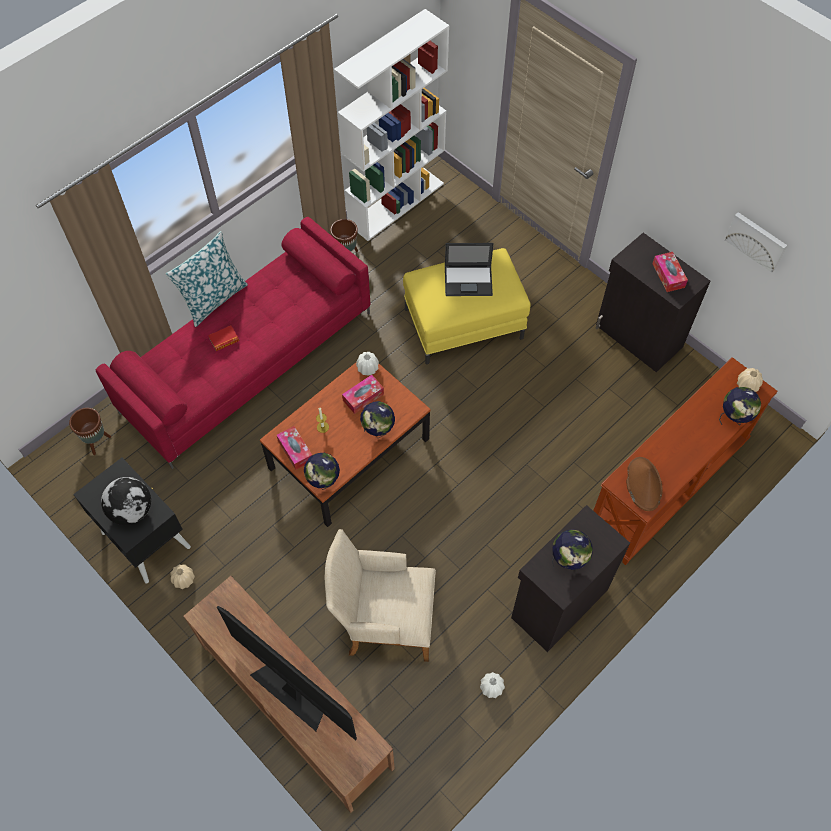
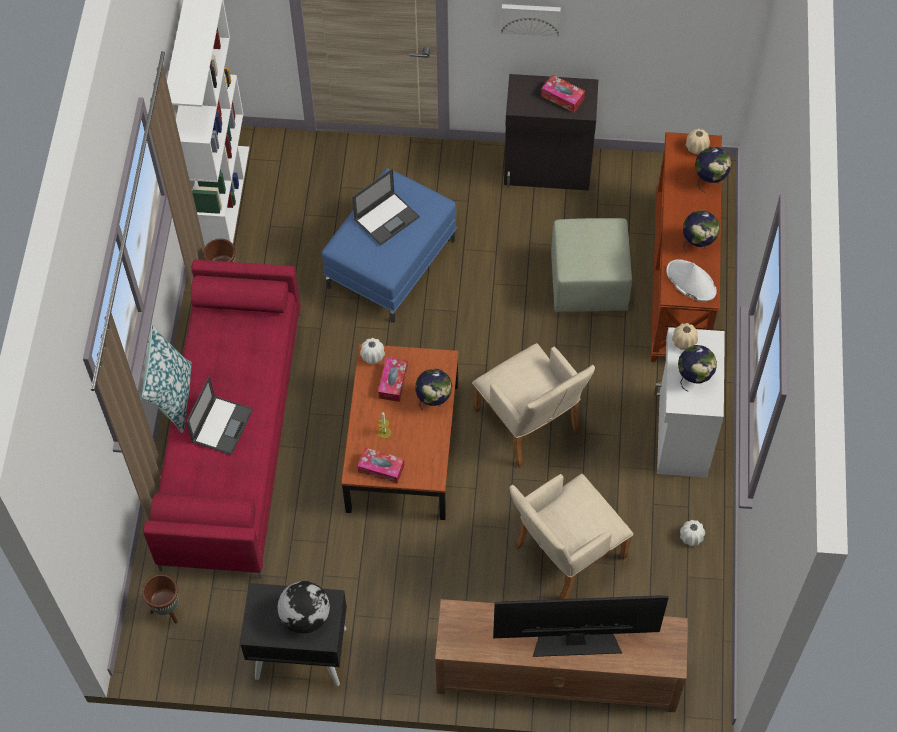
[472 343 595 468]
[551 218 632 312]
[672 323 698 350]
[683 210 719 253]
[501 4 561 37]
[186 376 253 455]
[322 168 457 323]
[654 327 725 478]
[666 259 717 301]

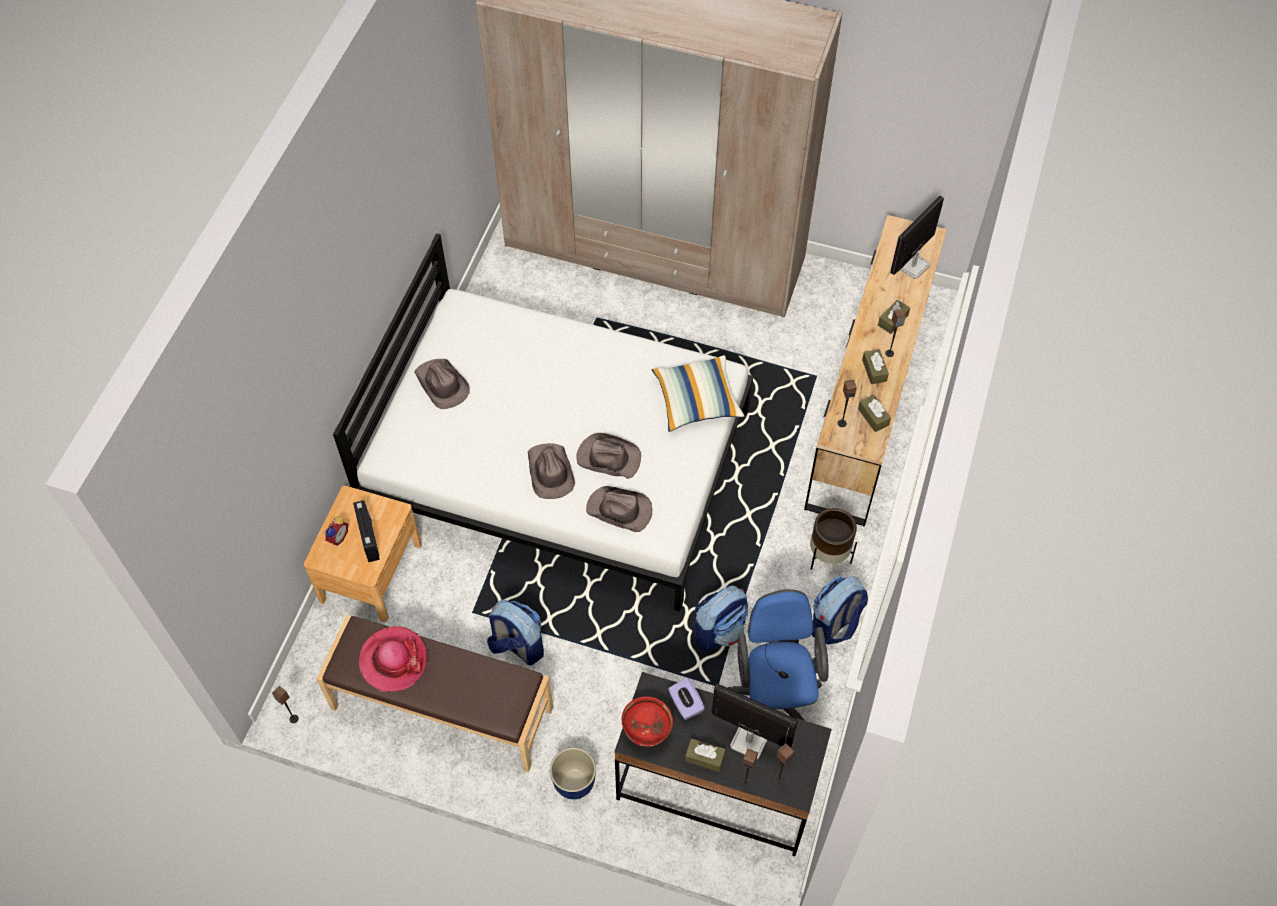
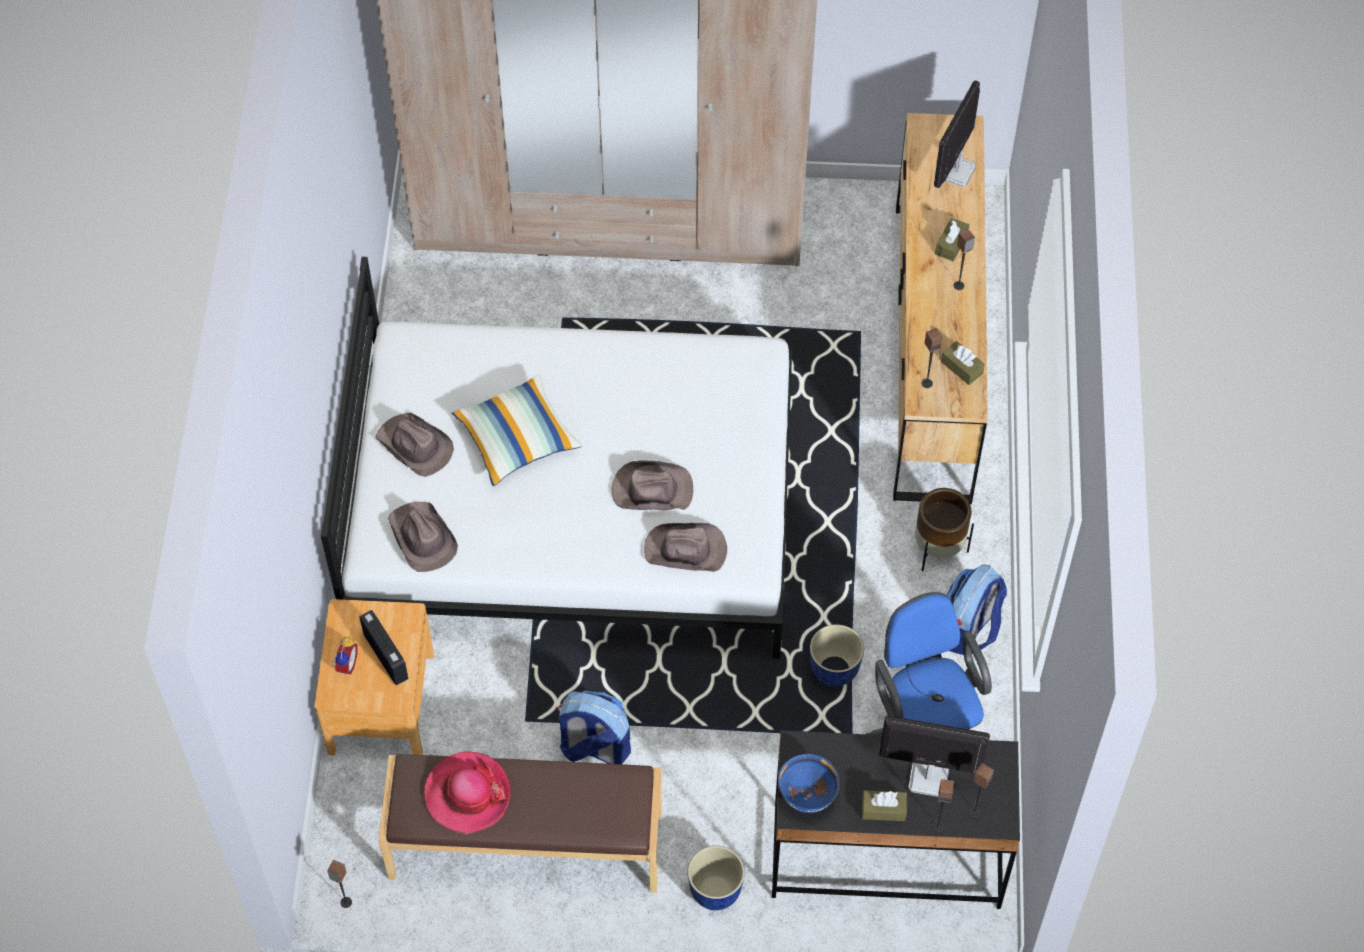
[668 677 705 720] (first image)
[862 349 889 384] (first image)
[388 502 458 572]
[452 375 582 486]
[810 624 864 687]
[778 754 840 813]

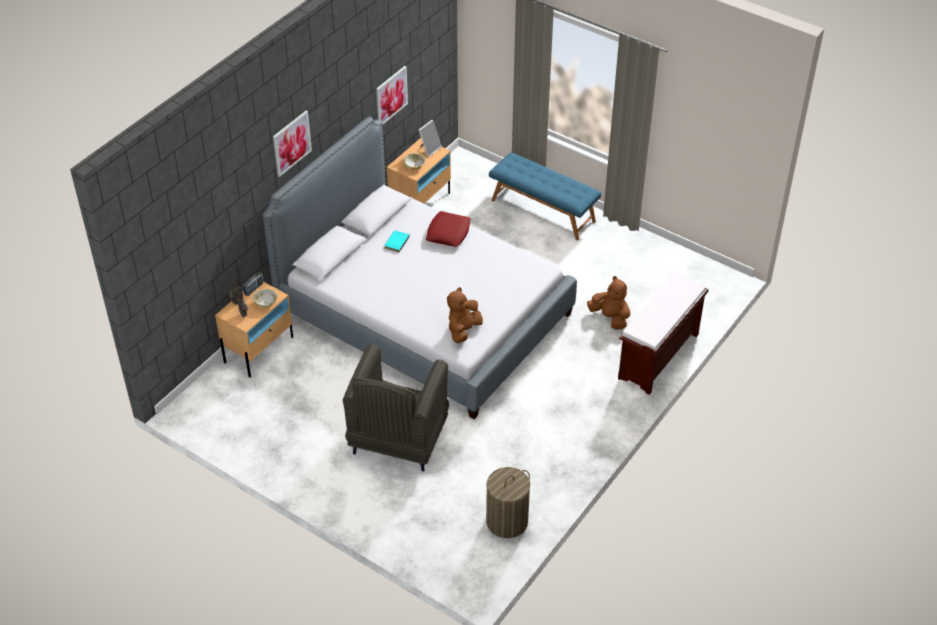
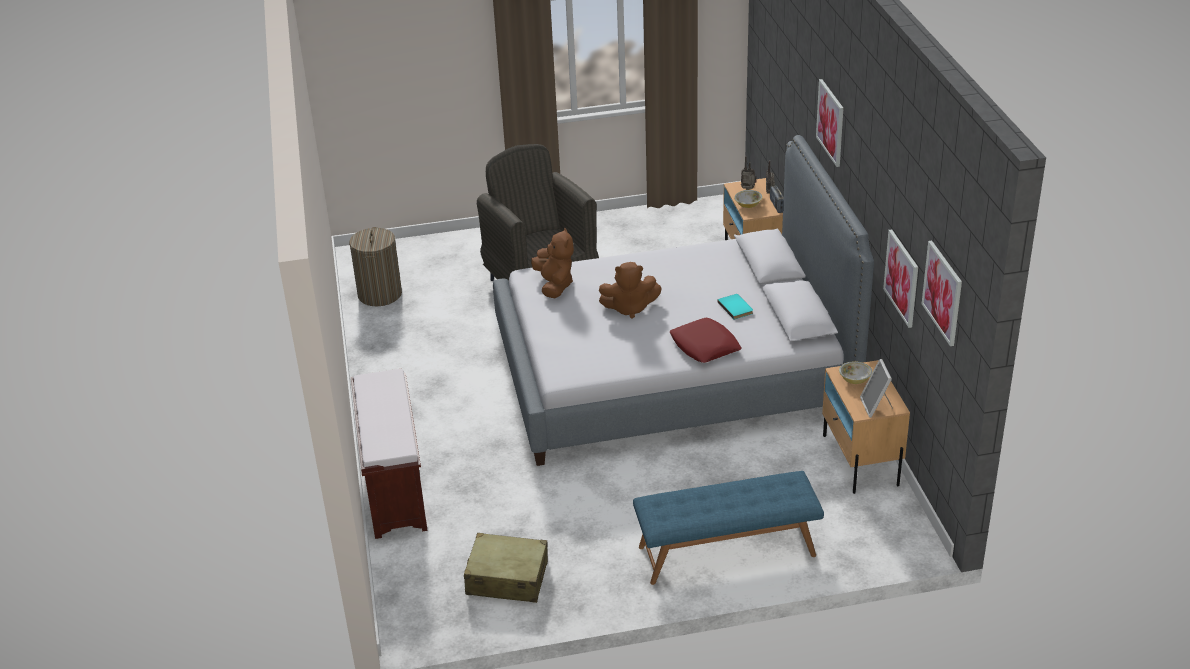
[464 533 548 603]
[922 241 962 346]
[599 262 662 319]

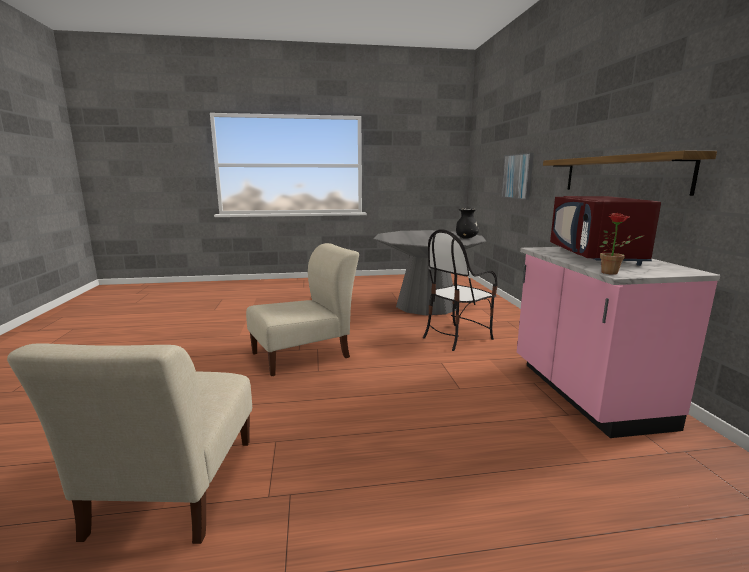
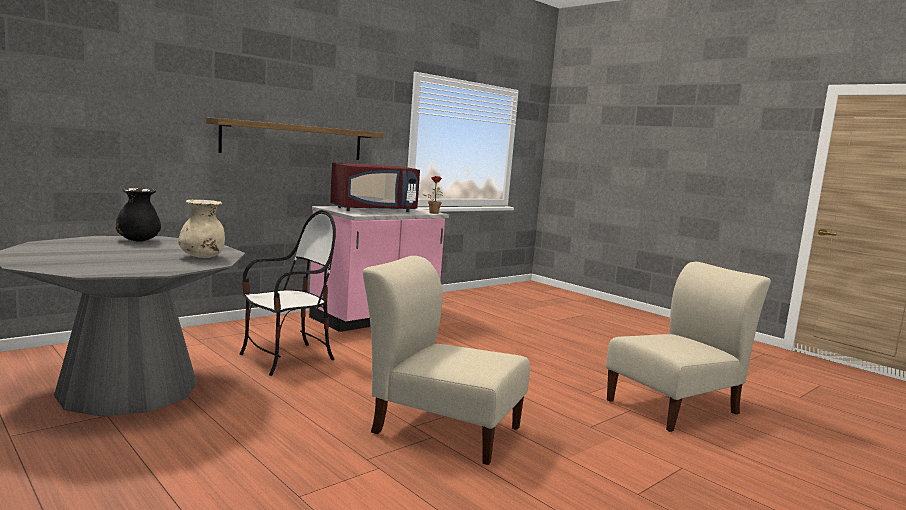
[501 153 534 200] (first image)
[178 200 225 258]
[240 210 336 376]

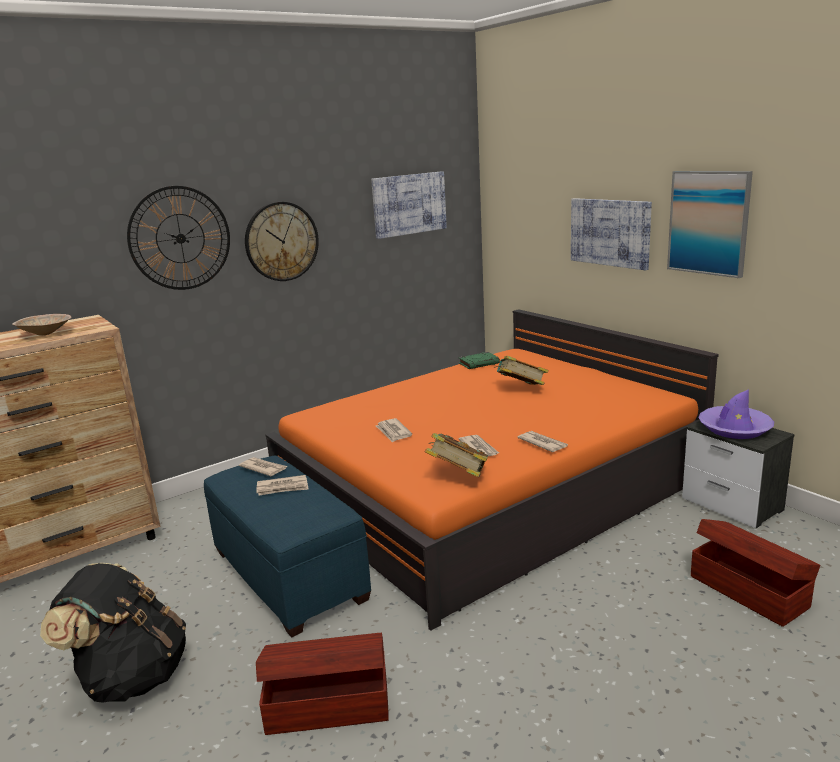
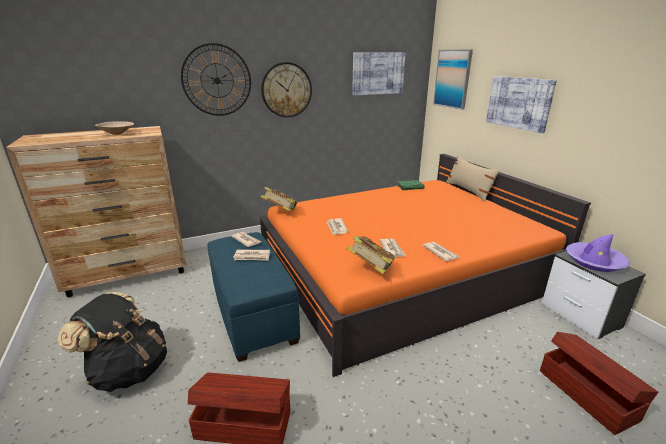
[446 156 500 202]
[261 187 297 211]
[433 49 473 110]

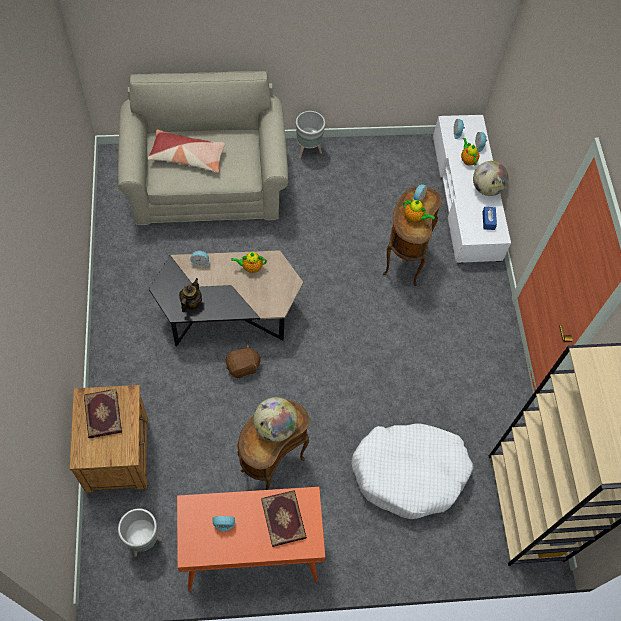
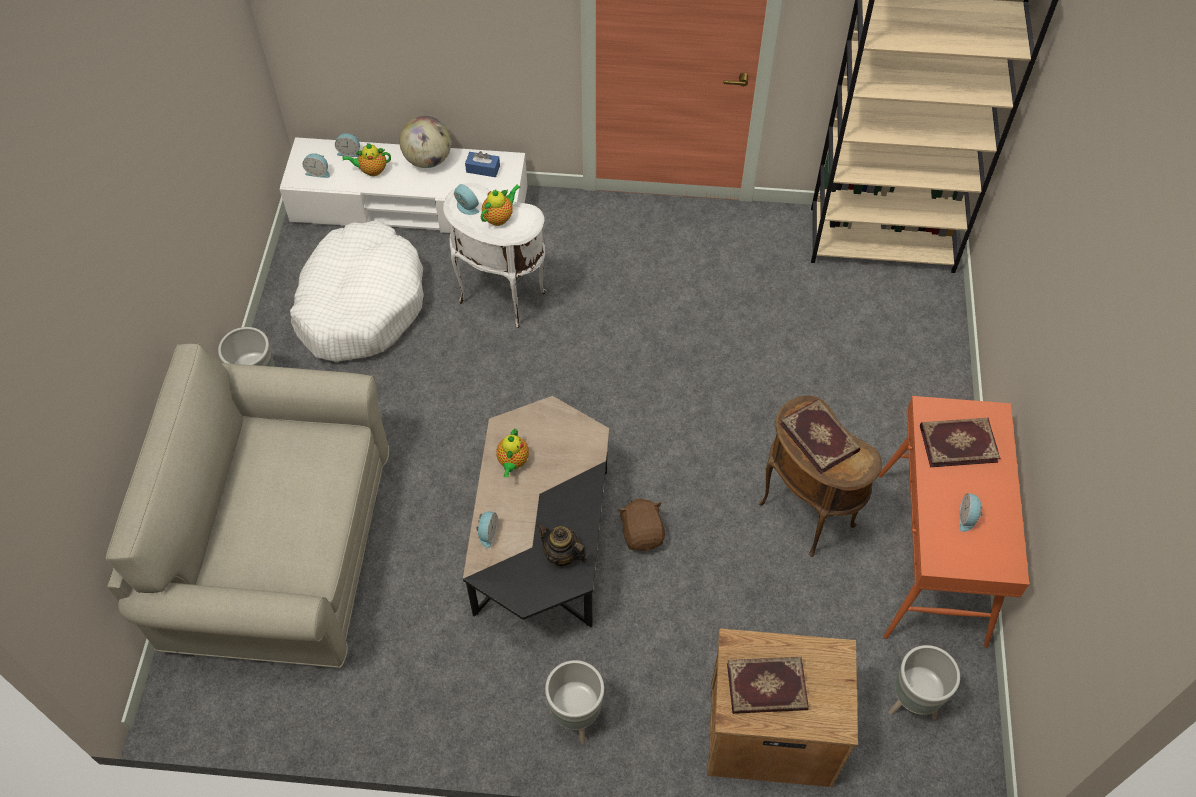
[148 129 225 173] (first image)
[545 660 604 744]
[290 220 423 362]
[780 399 861 474]
[443 183 546 328]

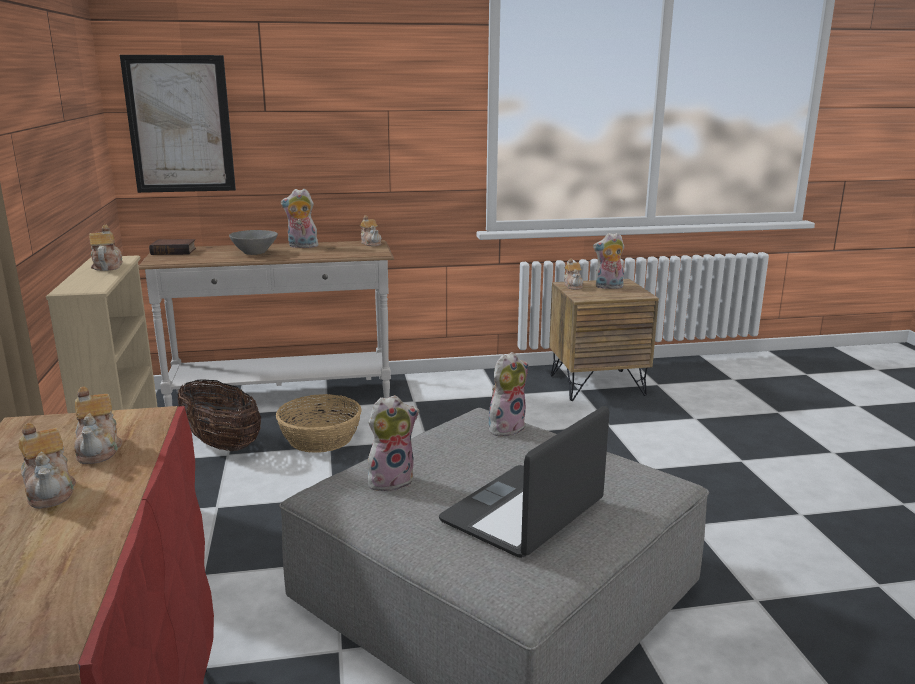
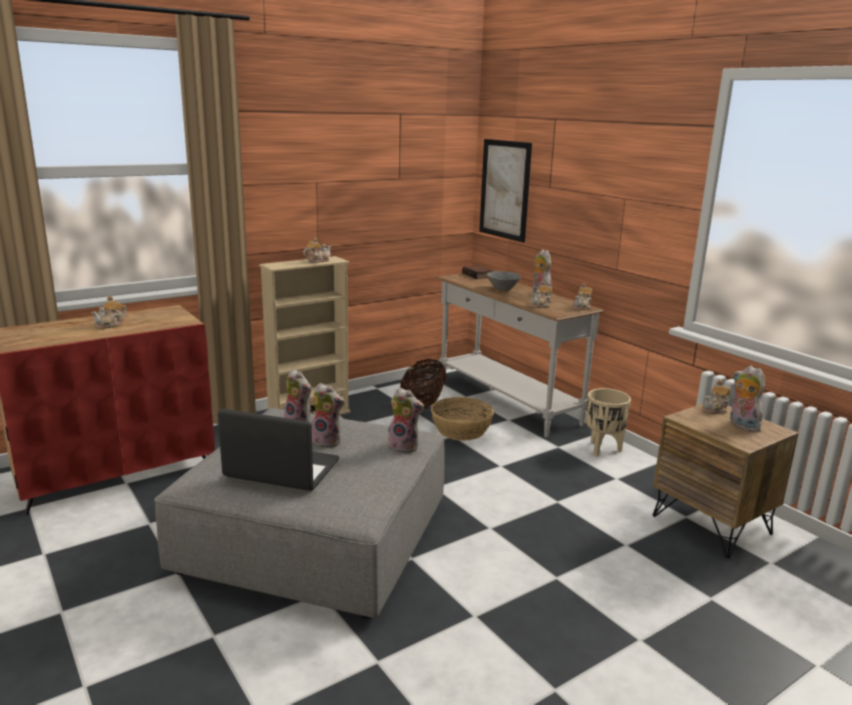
[311 383 345 448]
[586 388 631 456]
[531 281 552 308]

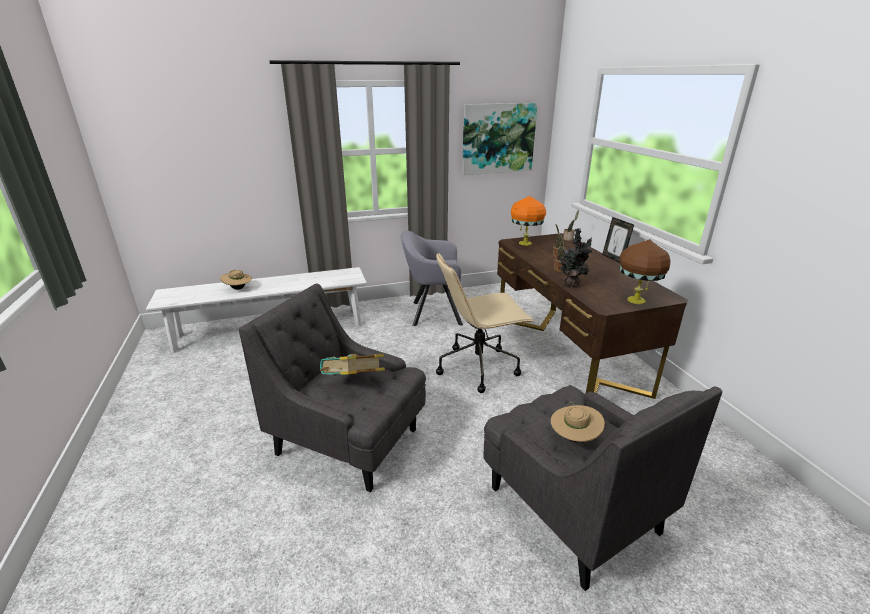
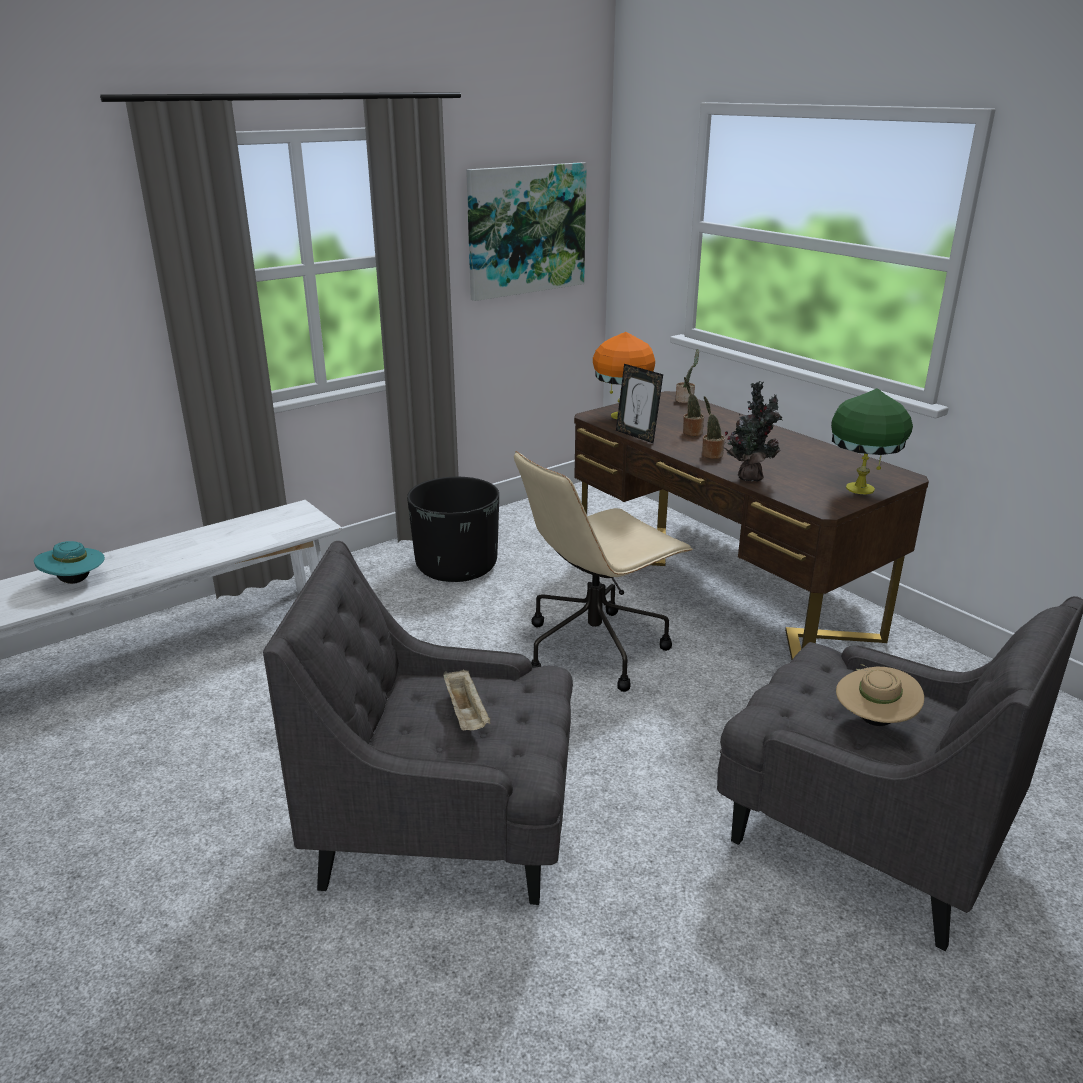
[616 364 663 444]
[443 670 490 731]
[407 477 499 582]
[34 541 105 584]
[831 388 913 494]

